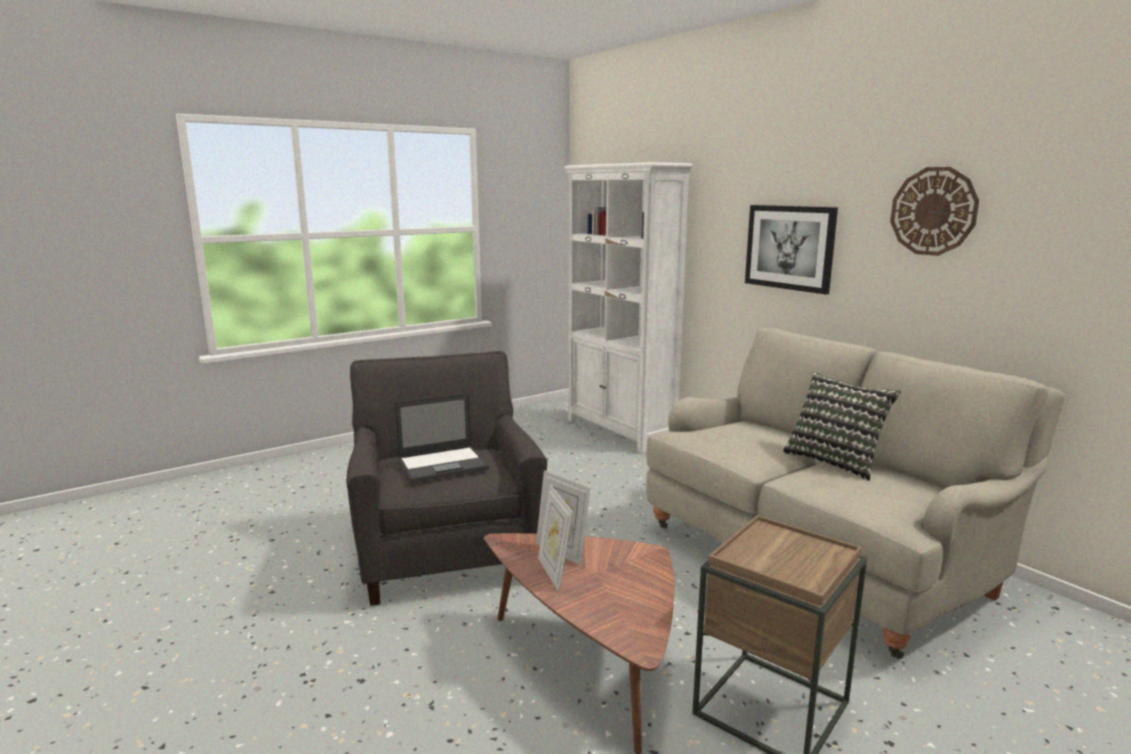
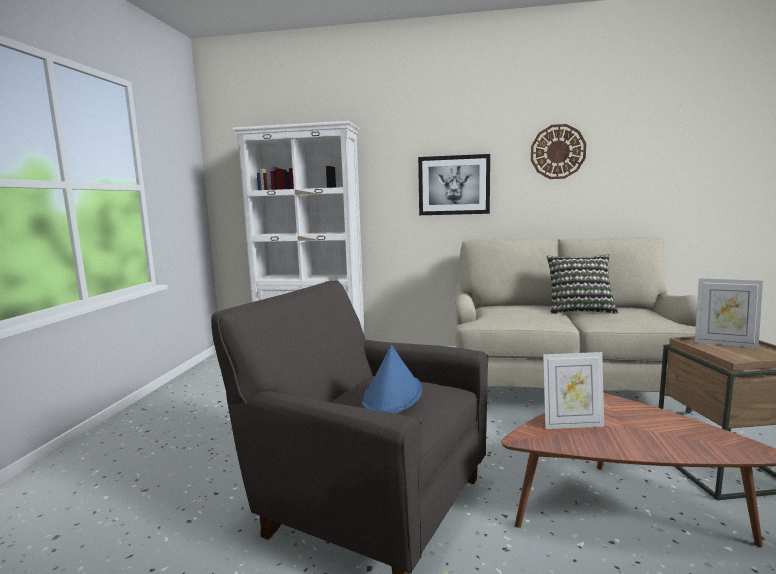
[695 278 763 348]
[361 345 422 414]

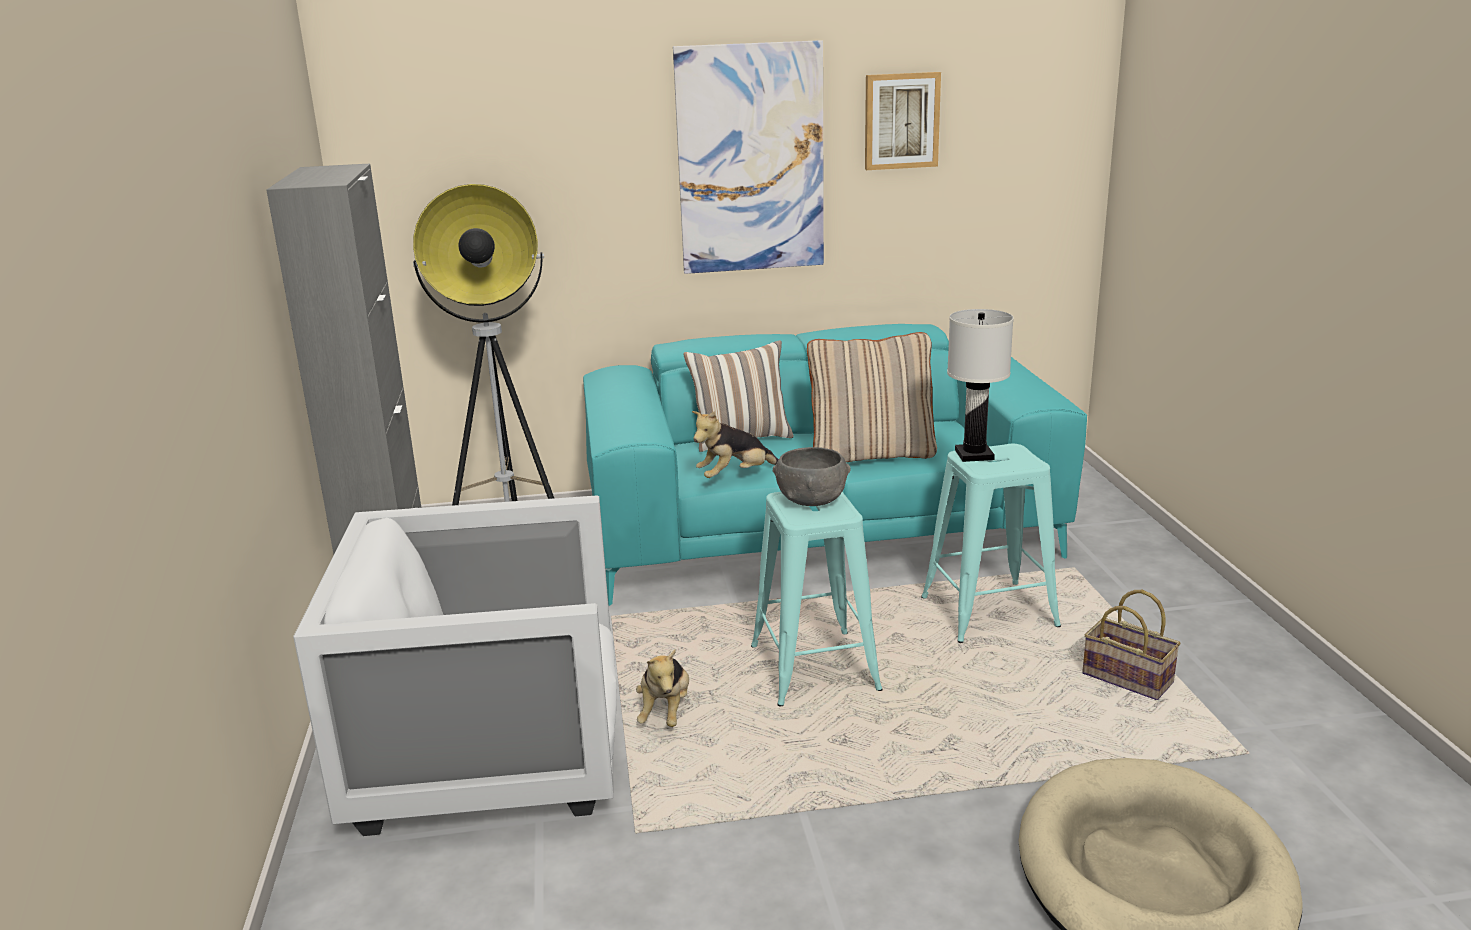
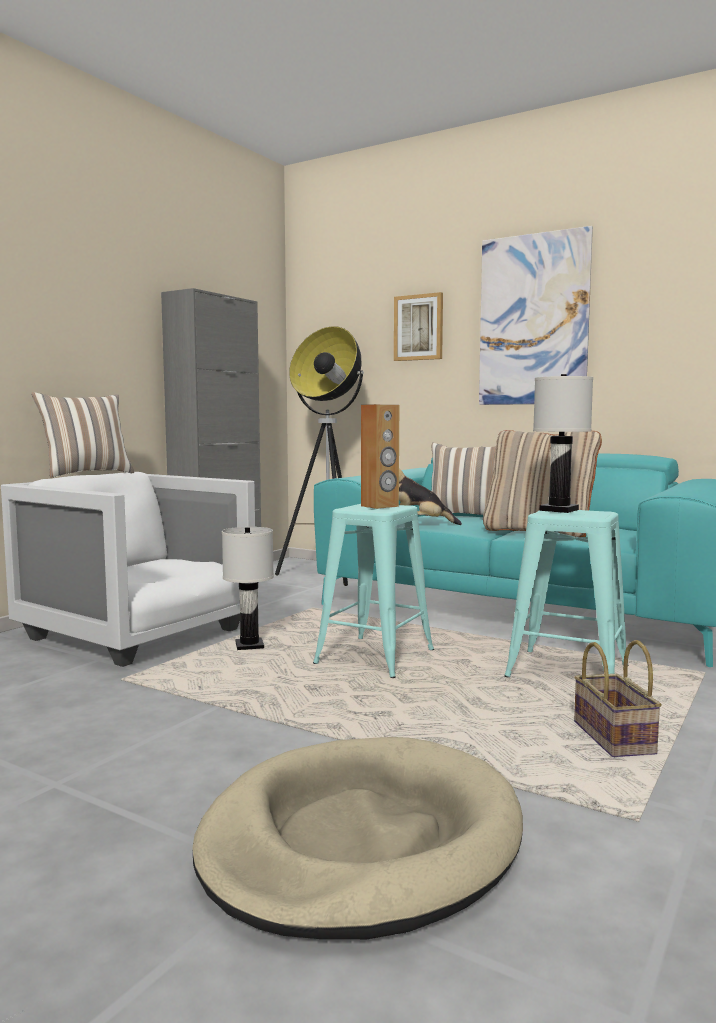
[31 392 134 478]
[394 292 443 361]
[222 527 274 650]
[361 404 399 509]

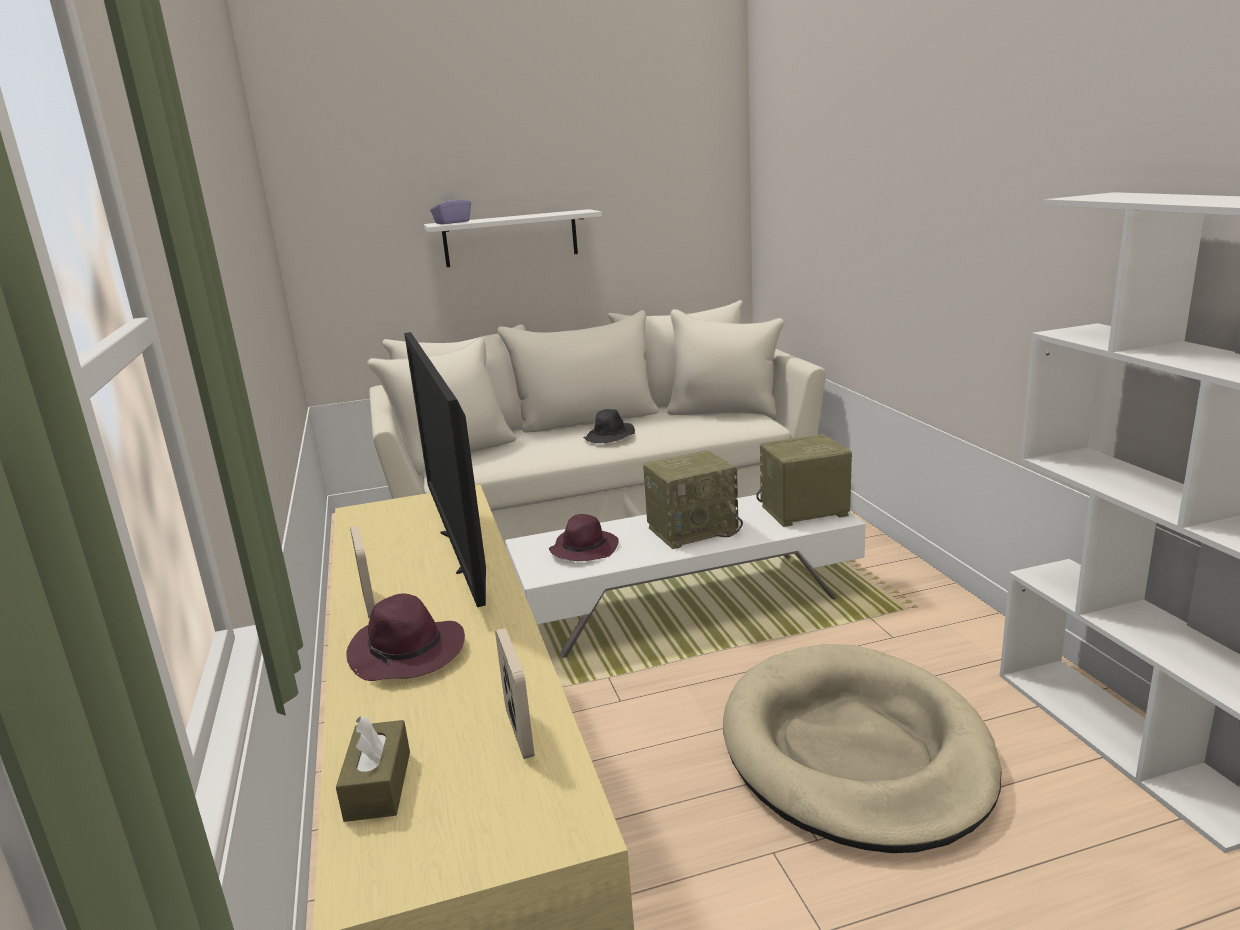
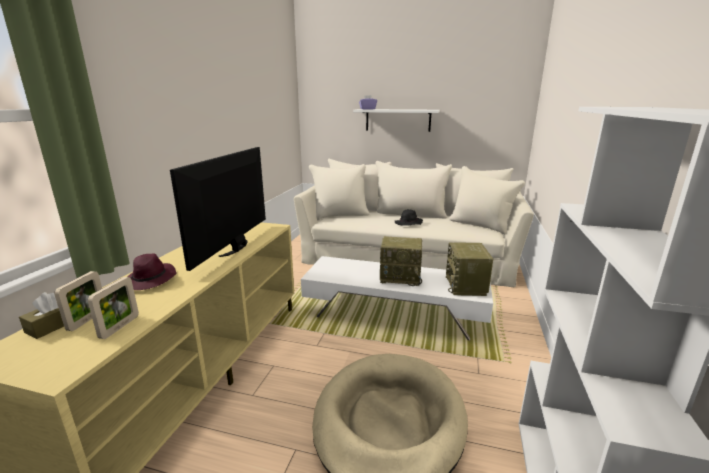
[549 514 619 561] (first image)
[54 271 102 331]
[446 243 493 296]

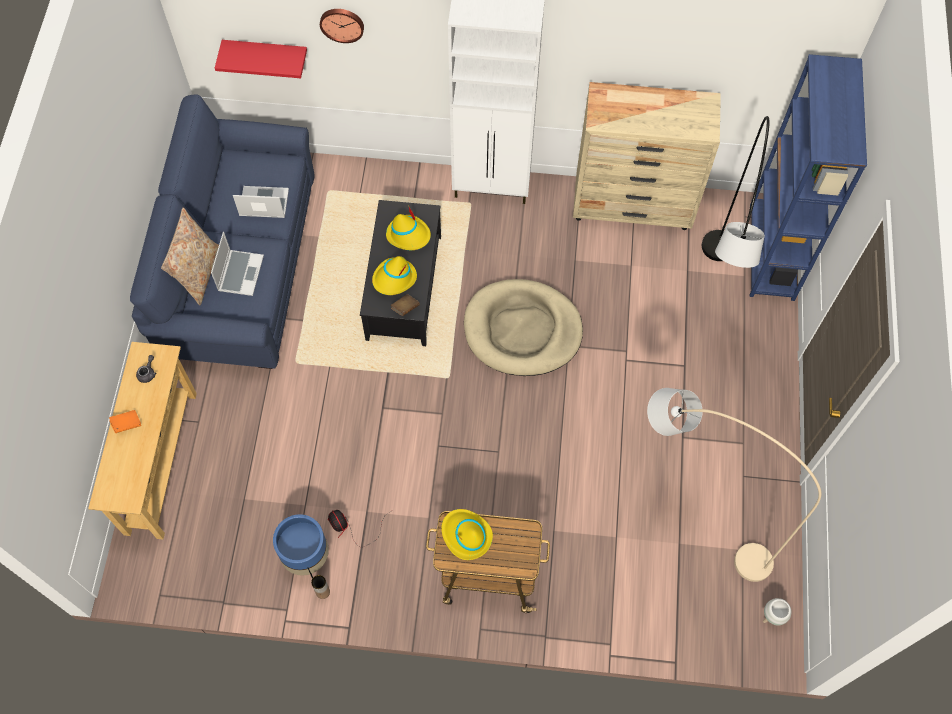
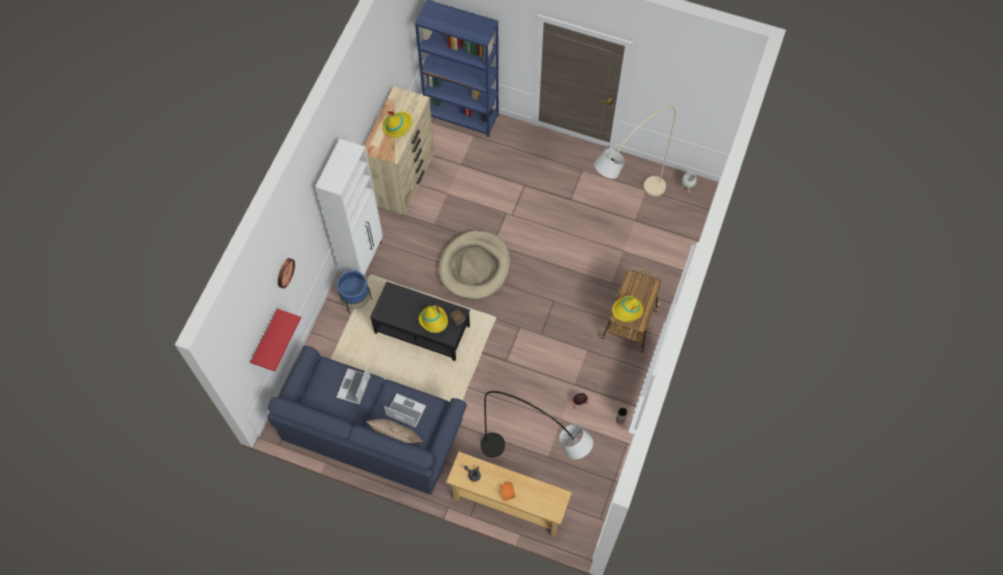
[337 270 372 314]
[382 111 412 138]
[480 391 593 459]

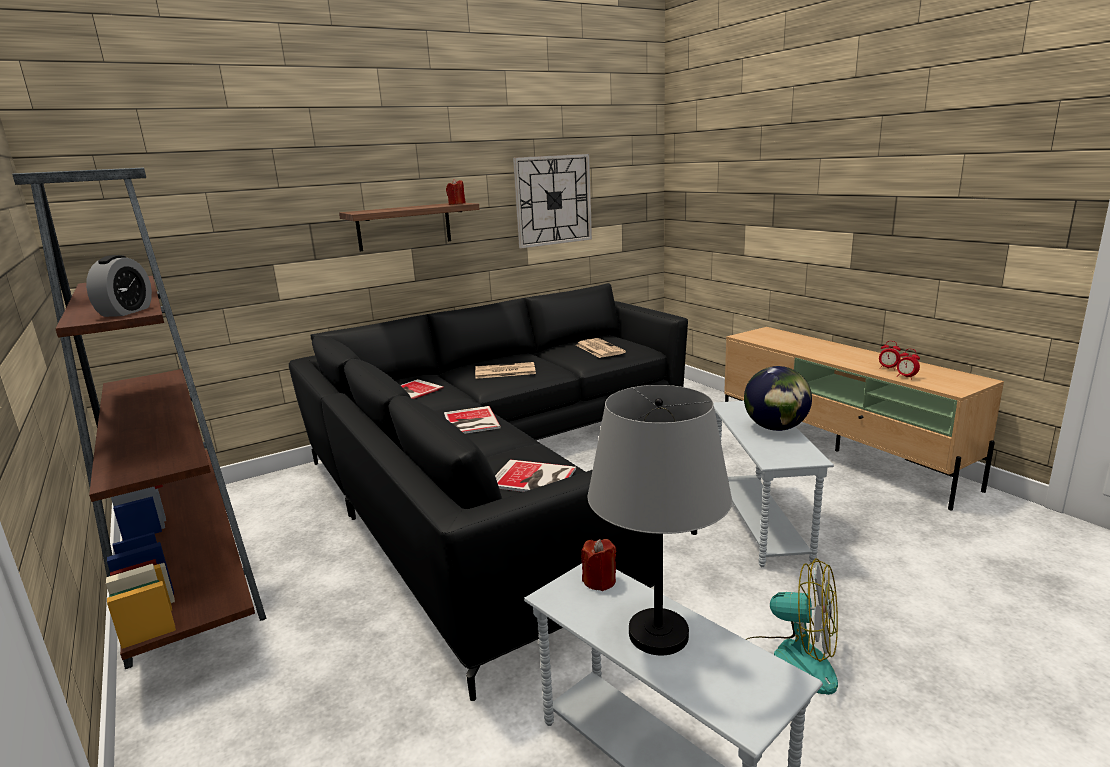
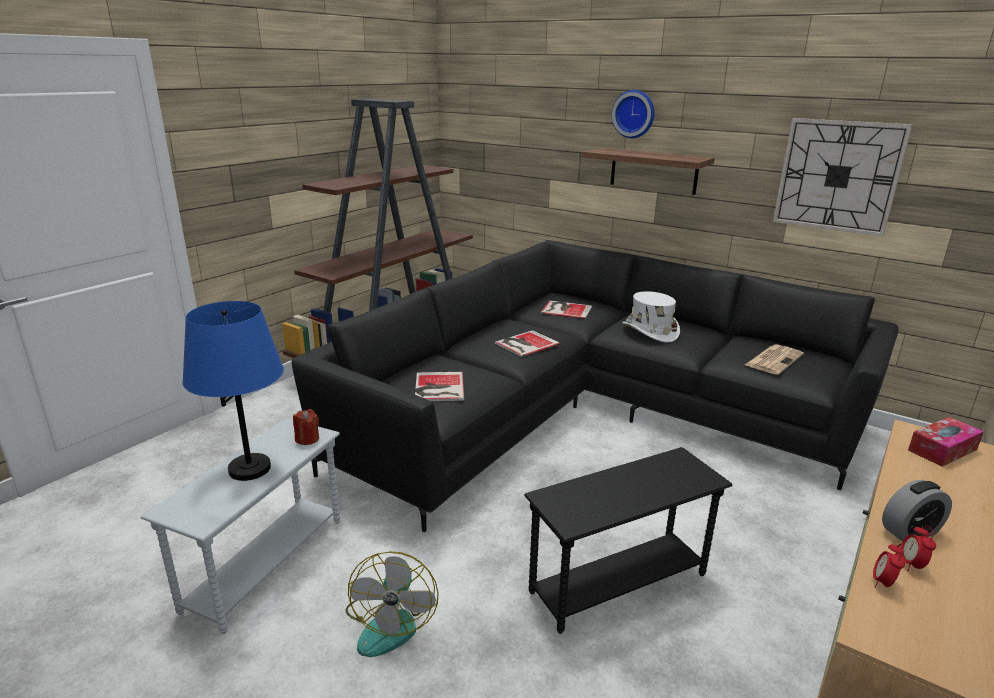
[446 179 466 205] (first image)
[744 366 812 431] (first image)
[612 90 655 138]
[908 417 984 467]
[882 480 952 542]
[623 291 680 343]
[183 301 284 481]
[524 447 733 634]

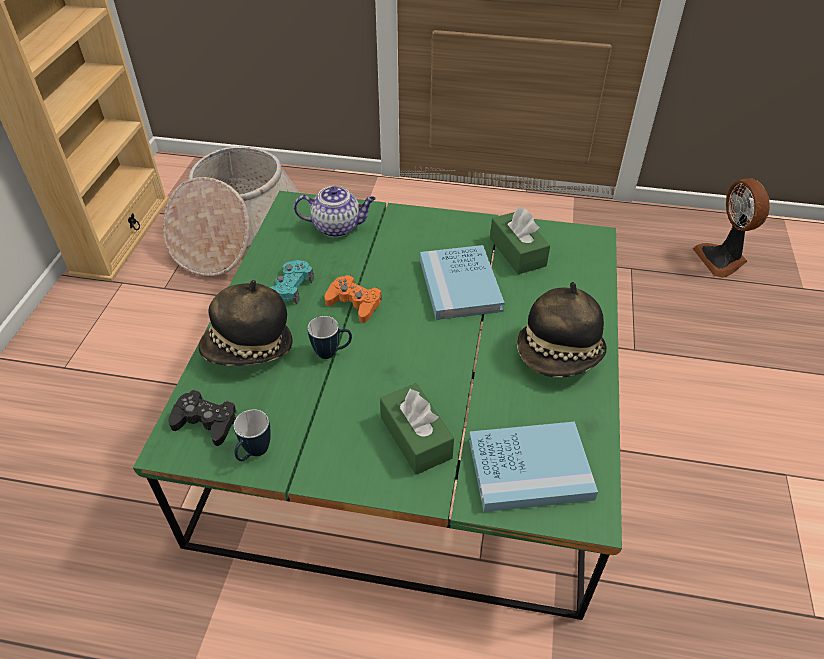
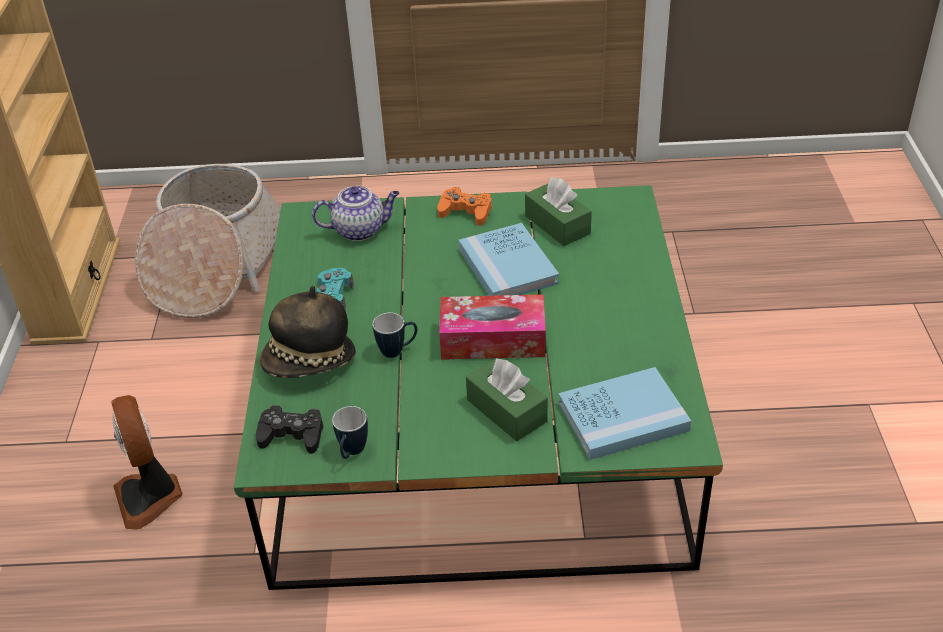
[517 282 607 377] (first image)
[439 294 546 360]
[438 187 492 226]
[111 395 183 530]

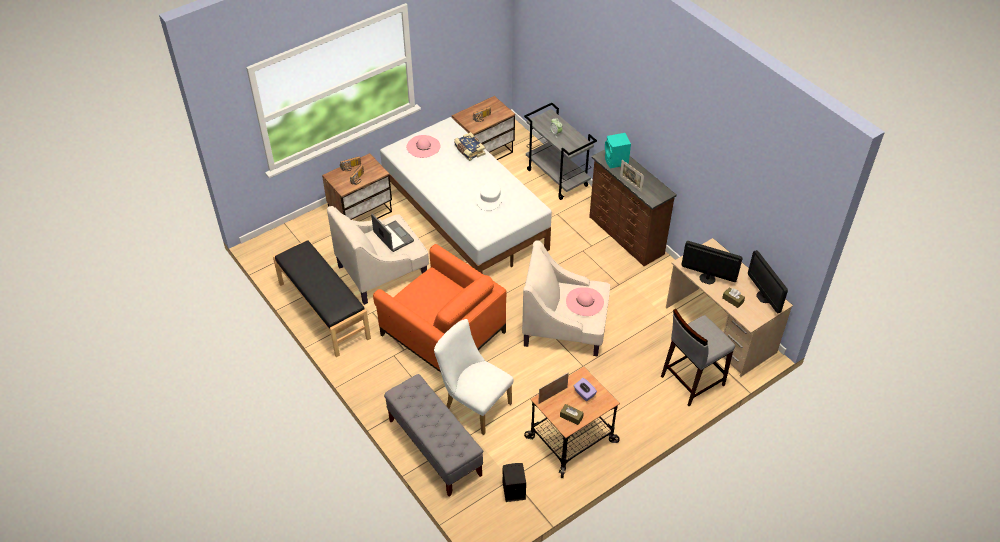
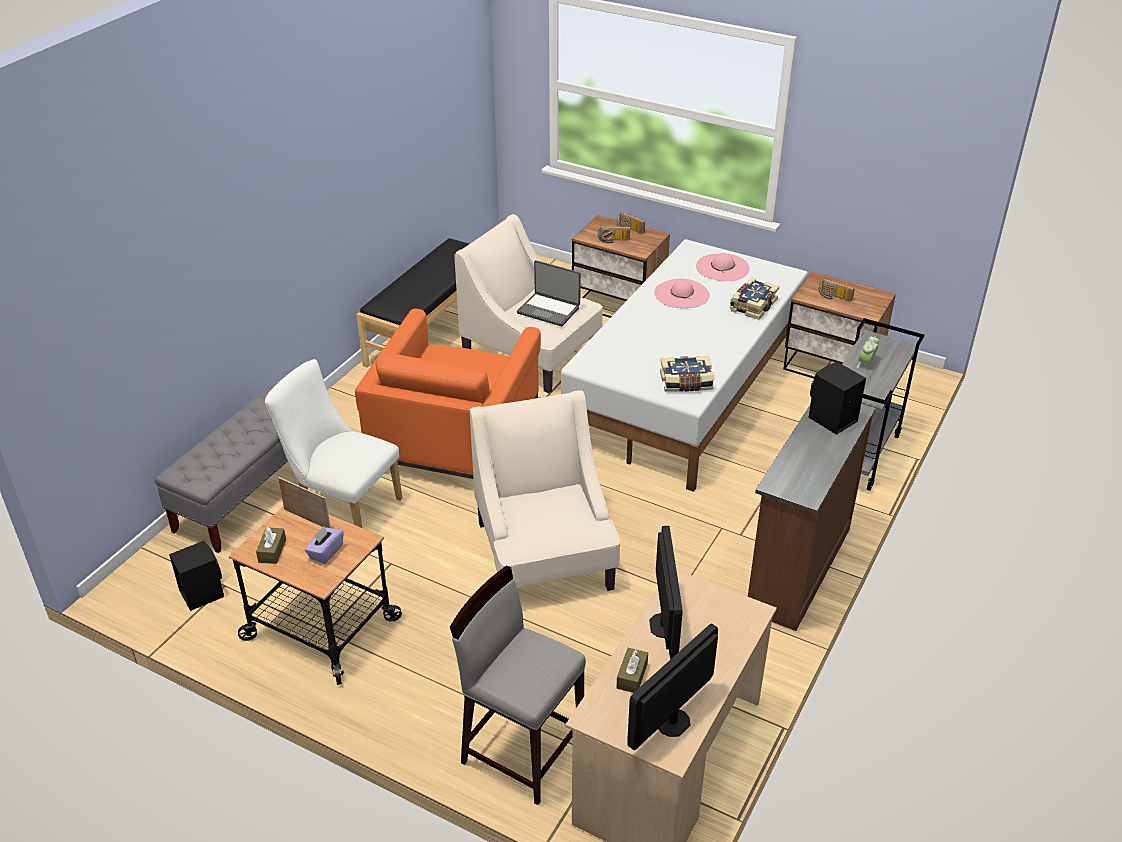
[476 182 505 211] (first image)
[620 160 644 192] (first image)
[660 356 714 392]
[655 278 710 308]
[808 362 866 435]
[517 260 581 326]
[265 359 402 528]

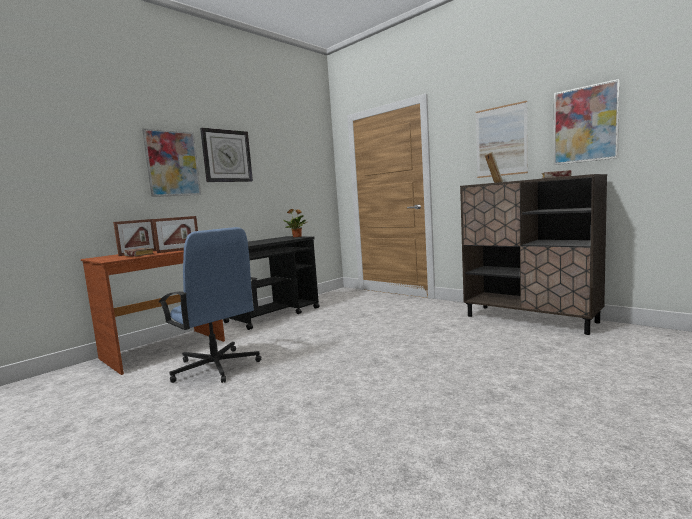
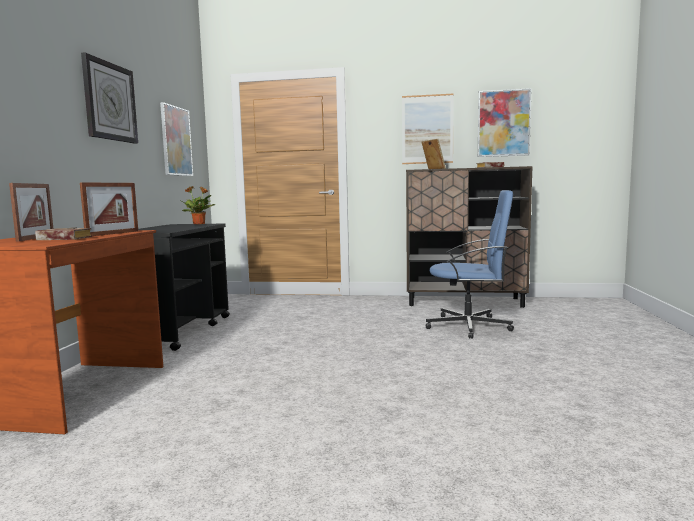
[160 102 193 176]
[426 190 514 339]

